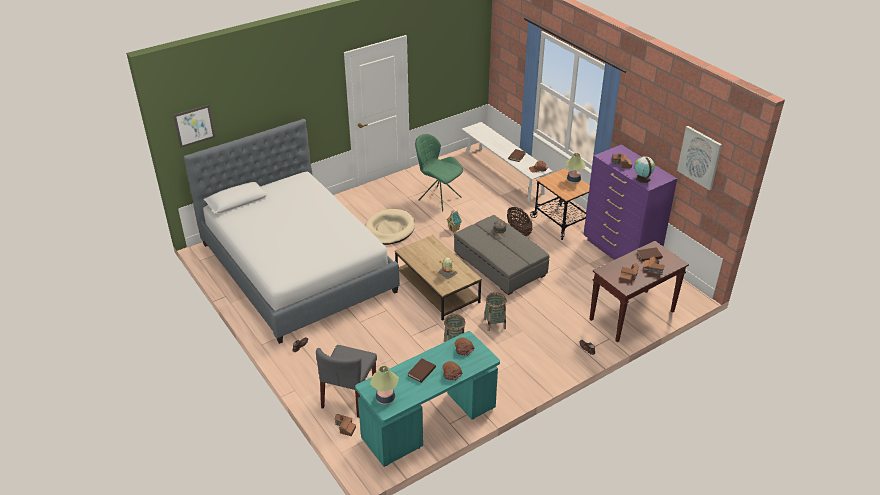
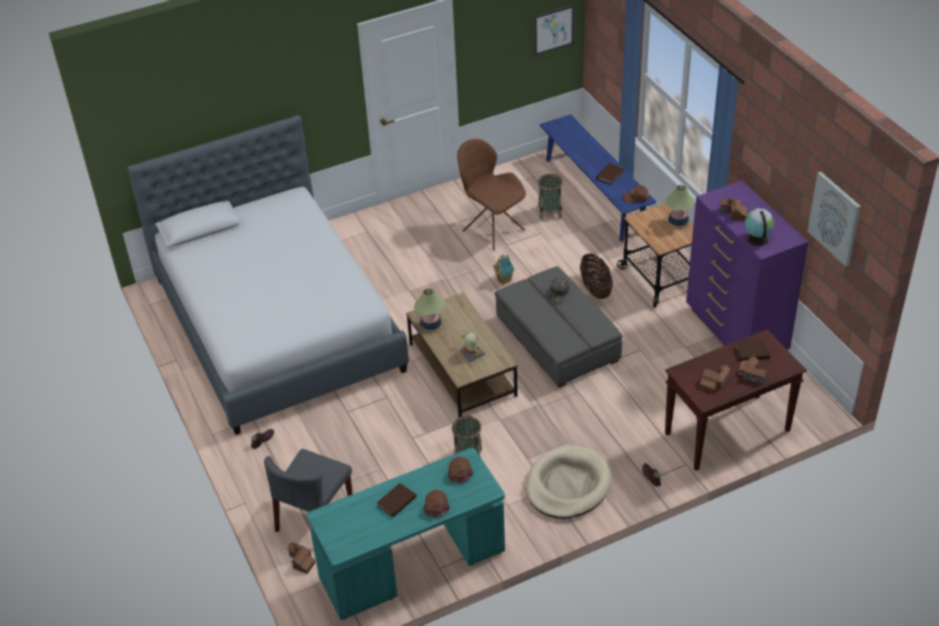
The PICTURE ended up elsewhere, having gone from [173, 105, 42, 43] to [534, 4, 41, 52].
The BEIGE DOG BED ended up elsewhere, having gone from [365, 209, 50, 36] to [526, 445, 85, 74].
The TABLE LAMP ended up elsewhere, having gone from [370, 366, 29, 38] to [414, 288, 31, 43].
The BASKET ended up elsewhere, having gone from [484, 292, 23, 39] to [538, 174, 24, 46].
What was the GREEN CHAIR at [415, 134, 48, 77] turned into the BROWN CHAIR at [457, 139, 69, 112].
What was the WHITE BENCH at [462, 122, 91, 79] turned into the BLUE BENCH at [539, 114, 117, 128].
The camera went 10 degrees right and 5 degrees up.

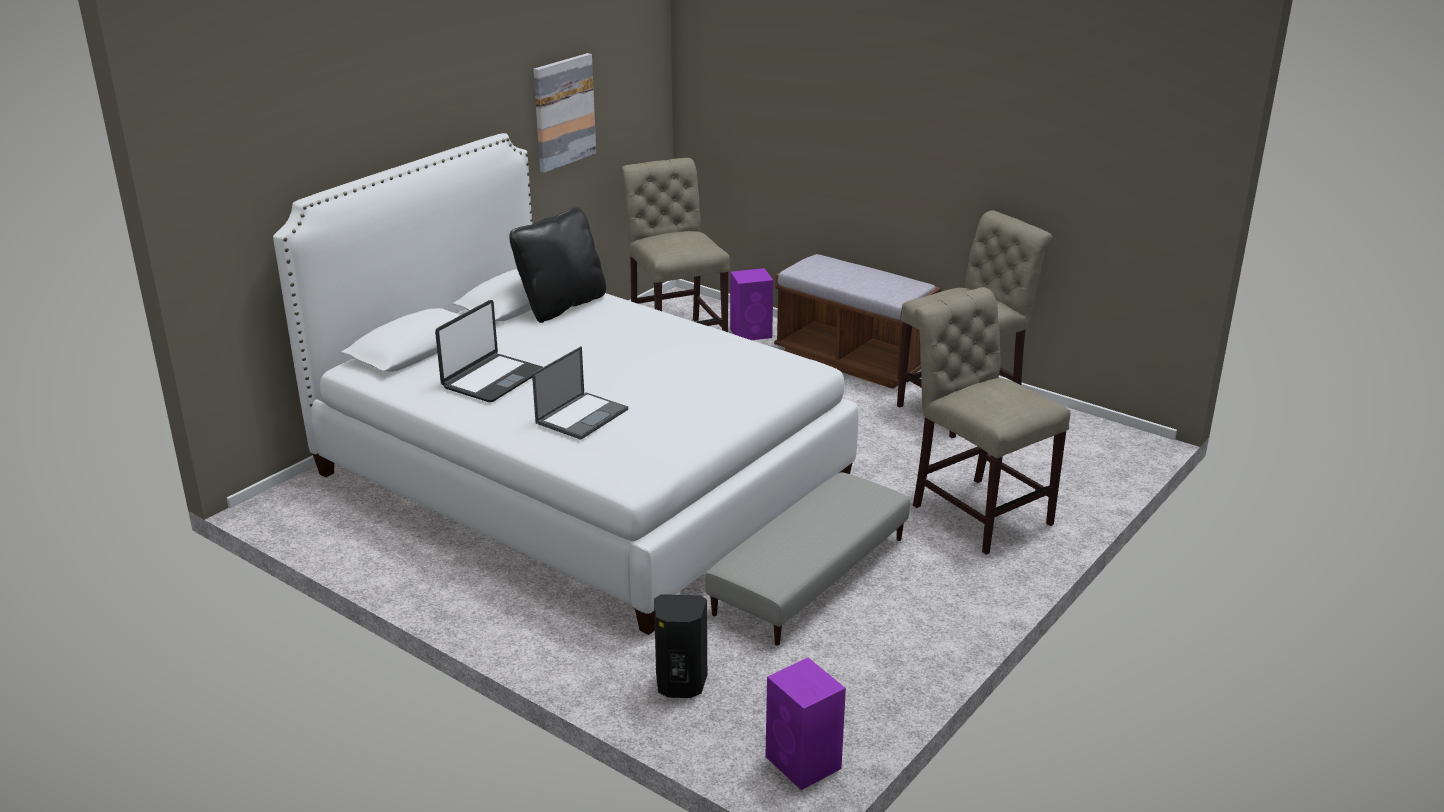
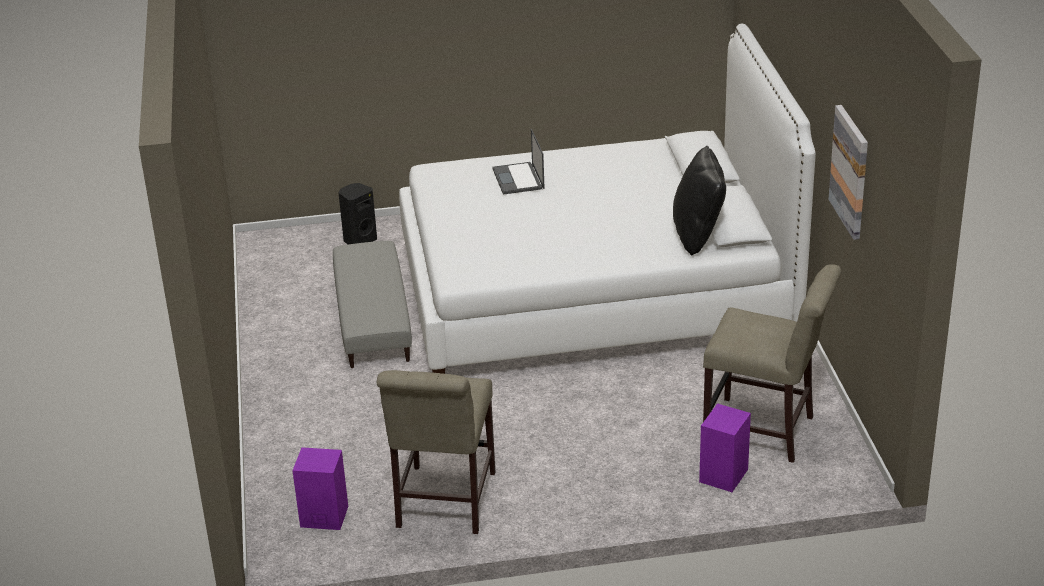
The second view lost the LAPTOP at [435, 300, 108, 102].
The second view lost the BROWN BENCH at [774, 254, 167, 135].
The second view lost the BEIGE CHAIR at [913, 287, 158, 268].
The PURPLE SPEAKER ended up elsewhere, having gone from [765, 658, 81, 132] to [292, 447, 56, 83].
The camera went 135 degrees right and 5 degrees up.

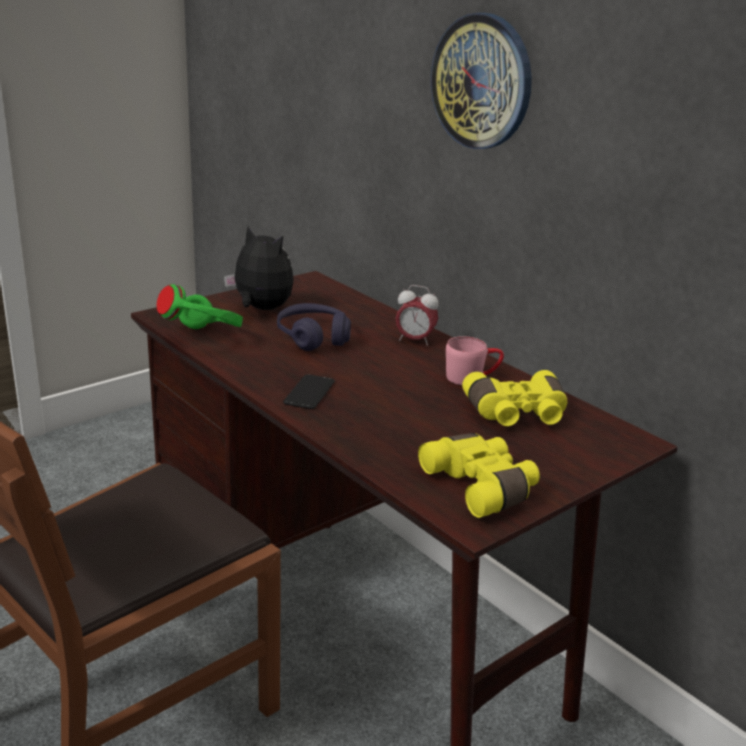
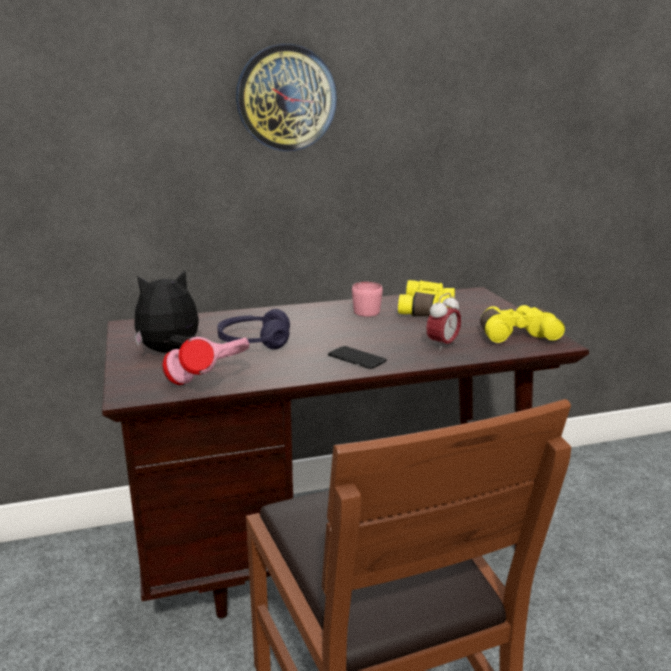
The ALARM CLOCK ended up elsewhere, having gone from [395, 285, 44, 61] to [426, 293, 35, 58].
What was the GREEN HEADPHONES at [157, 284, 86, 45] turned into the PINK HEADPHONES at [162, 337, 87, 48].
The camera went 65 degrees left and 5 degrees down.

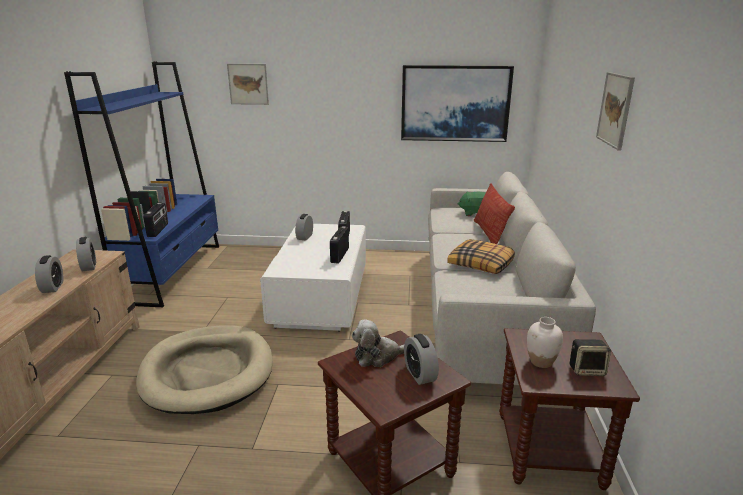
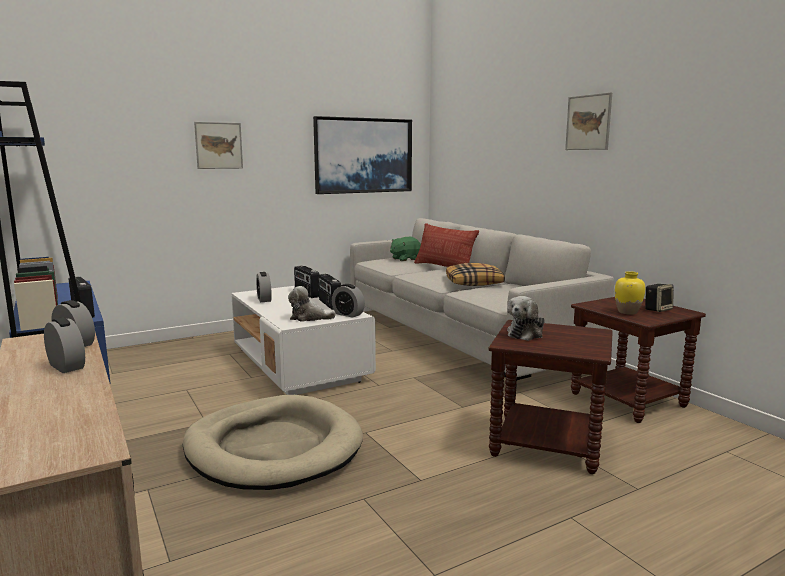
The second view gained the PLUSH TOY at [288, 286, 48, 36].
The PICTURE ended up elsewhere, having gone from [227, 64, 42, 41] to [194, 122, 49, 47].
The ALARM CLOCK ended up elsewhere, having gone from [404, 334, 35, 51] to [332, 284, 33, 34].
What was the WHITE VASE at [527, 317, 36, 51] turned into the YELLOW VASE at [615, 271, 30, 44].
The camera went 35 degrees left and 10 degrees down.

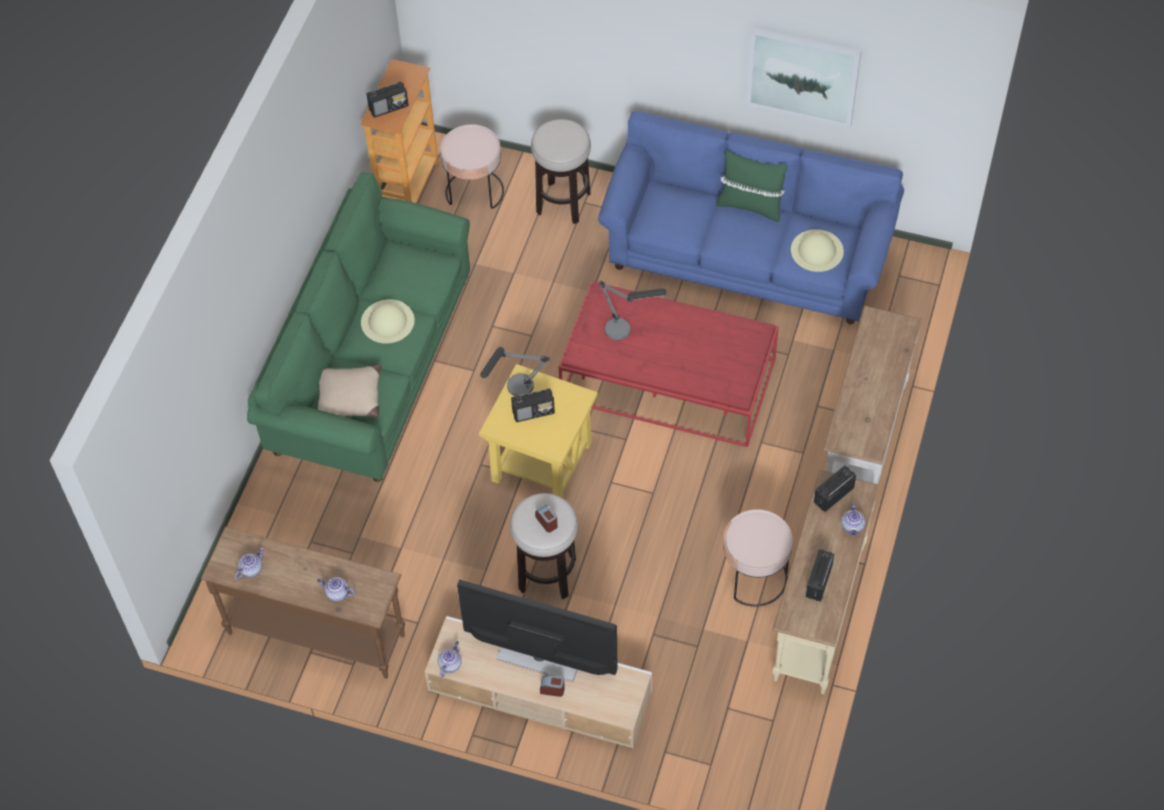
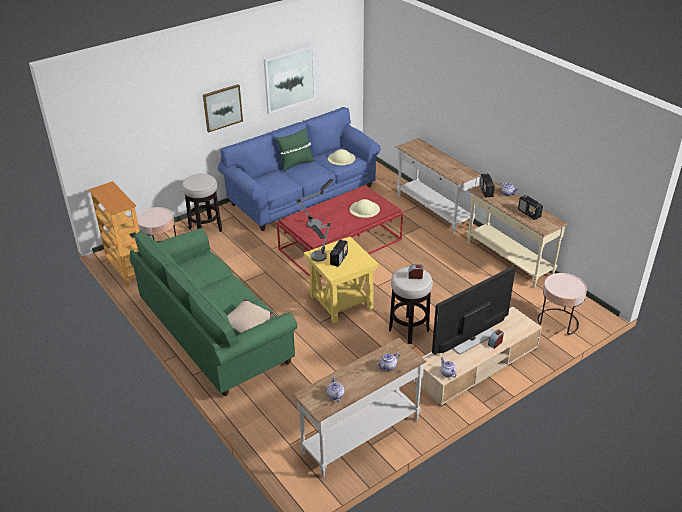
The second view lost the RADIO at [366, 82, 42, 36].
The second view gained the PICTURE at [203, 84, 40, 48].
The BEIGE HAT ended up elsewhere, having gone from [361, 299, 54, 44] to [350, 199, 30, 19].
The PINK SIDE TABLE ended up elsewhere, having gone from [723, 509, 69, 98] to [538, 273, 49, 62].
What was the BROWN CONSOLE TABLE at [201, 527, 204, 152] turned into the WHITE CONSOLE TABLE at [292, 338, 135, 139].
The camera went 55 degrees left and 20 degrees down.

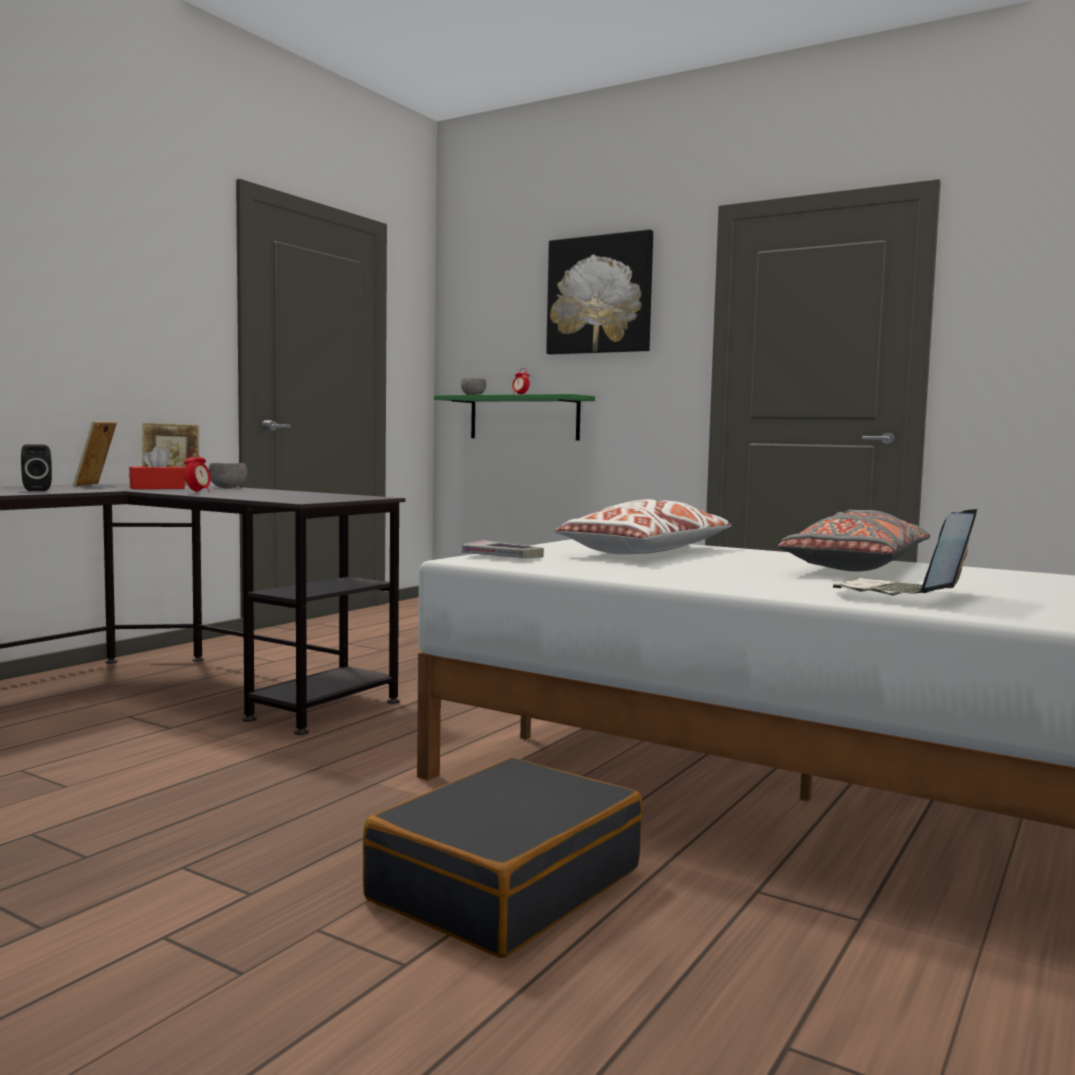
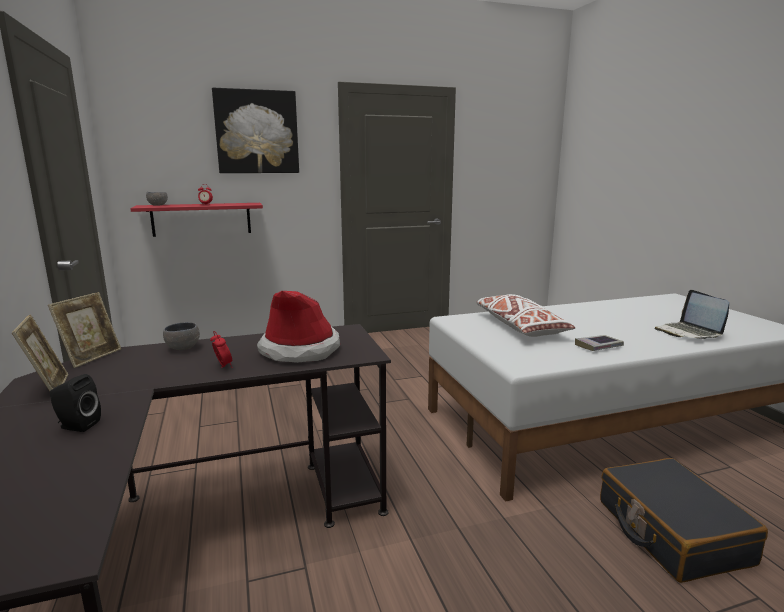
The second view lost the RED TISSUE BOX at [129, 447, 56, 42].
The second view lost the GREY PILLOW at [778, 510, 152, 61].
The second view gained the HAT at [257, 291, 83, 72].
The BOOK ended up elsewhere, having gone from [462, 540, 82, 18] to [575, 335, 49, 16].
What was the GREEN SHELF at [434, 394, 161, 46] turned into the RED SHELF at [130, 203, 133, 34].
The PICTURE FRAME at [73, 421, 44, 66] ended up facing another way, 150 degrees counterclockwise from before.
The camera went 50 degrees left and 10 degrees up.

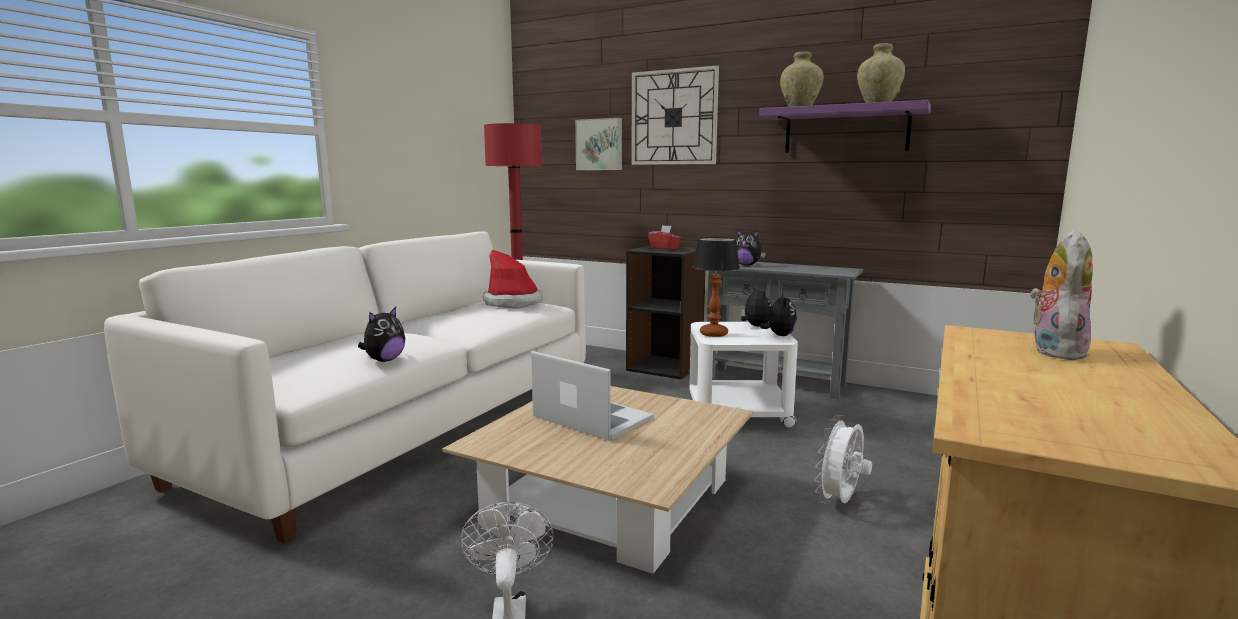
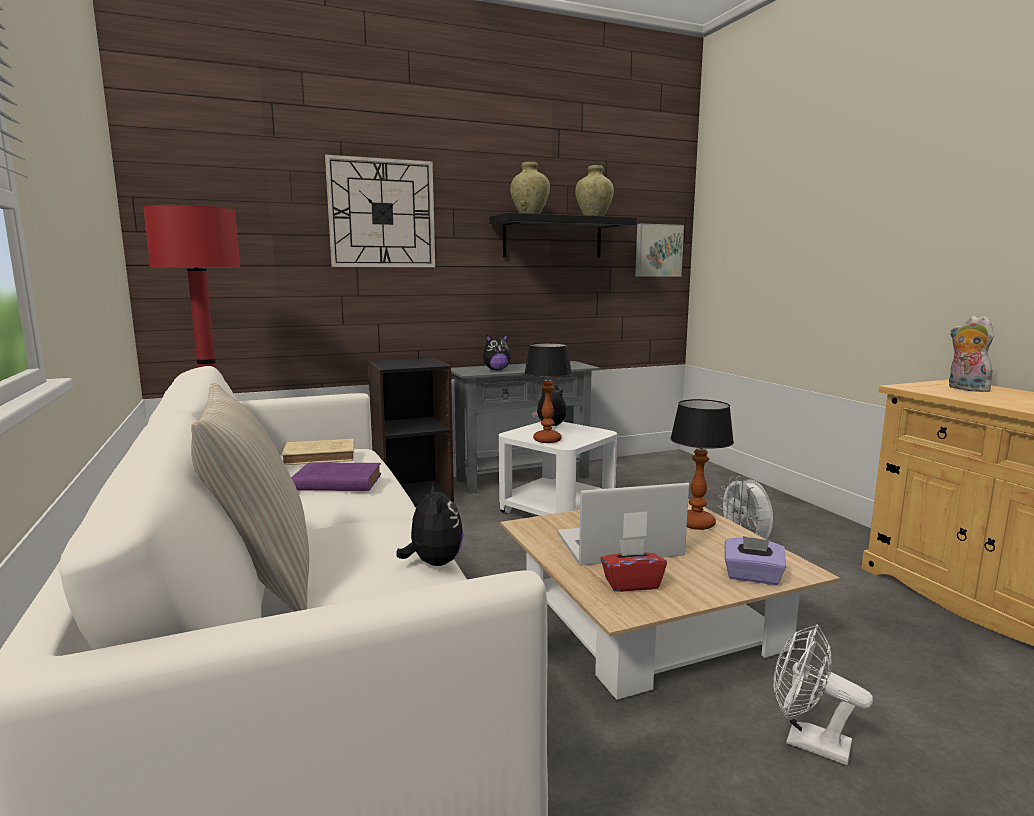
The second view lost the PLUSH TOY at [760, 294, 37, 42].
The second view gained the BEIGE PILLOW at [191, 383, 118, 229].
The second view gained the PURPLE BOOK at [291, 463, 90, 28].
The second view gained the TABLE LAMP at [670, 399, 64, 131].
The second view gained the PURPLE TISSUE BOX at [725, 536, 61, 49].
The PICTURE ended up elsewhere, having gone from [575, 118, 47, 52] to [635, 224, 49, 53].
The RED TISSUE BOX ended up elsewhere, having gone from [648, 225, 33, 25] to [600, 539, 67, 53].
Where the HAT stood at [483, 250, 60, 58], the BEIGE BOOK came to stand at [282, 439, 73, 26].
What was the PURPLE SHELF at [759, 100, 172, 53] turned into the BLACK SHELF at [489, 213, 148, 45].
The camera went 50 degrees left and 0 degrees up.

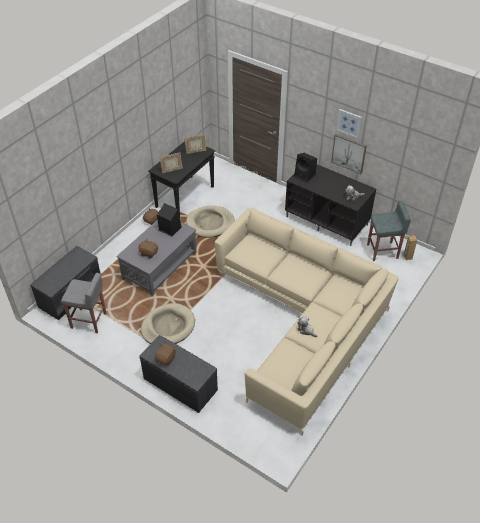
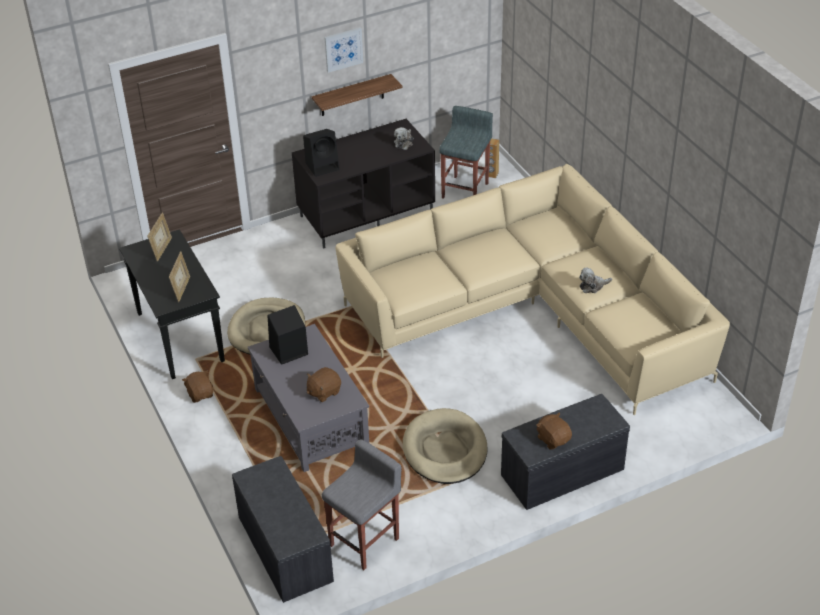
Where the PICTURE hung at [331, 134, 36, 40], the SHELF came to hang at [312, 74, 90, 42].
The camera went 60 degrees left and 5 degrees down.

